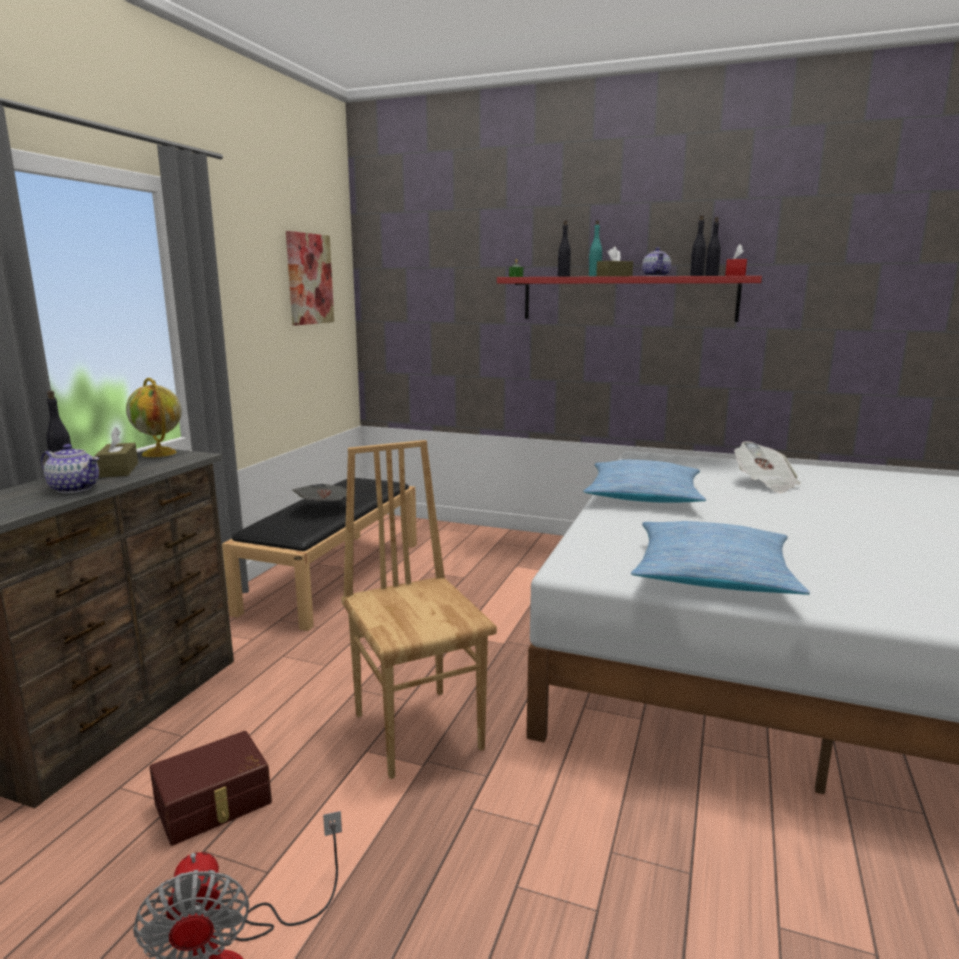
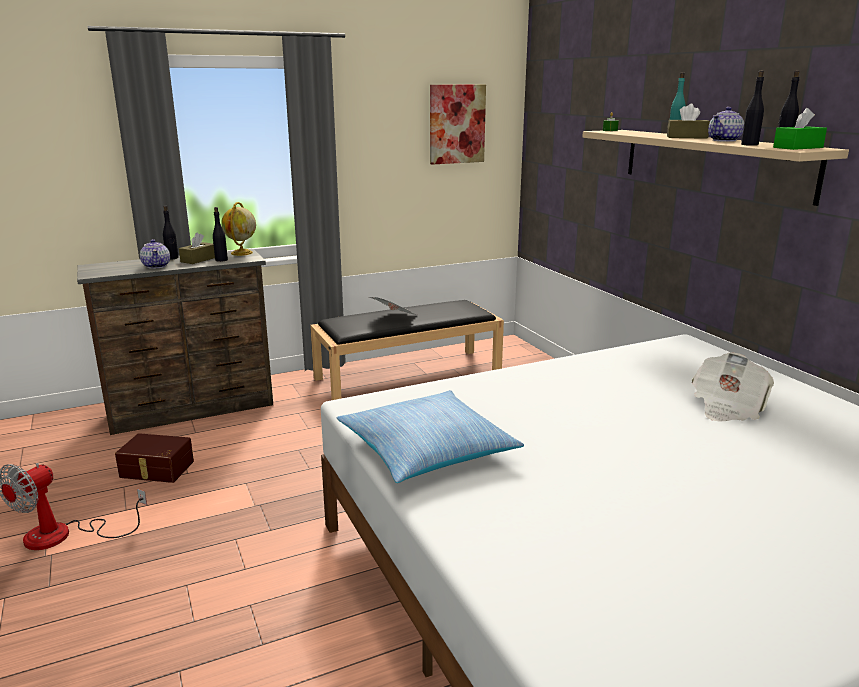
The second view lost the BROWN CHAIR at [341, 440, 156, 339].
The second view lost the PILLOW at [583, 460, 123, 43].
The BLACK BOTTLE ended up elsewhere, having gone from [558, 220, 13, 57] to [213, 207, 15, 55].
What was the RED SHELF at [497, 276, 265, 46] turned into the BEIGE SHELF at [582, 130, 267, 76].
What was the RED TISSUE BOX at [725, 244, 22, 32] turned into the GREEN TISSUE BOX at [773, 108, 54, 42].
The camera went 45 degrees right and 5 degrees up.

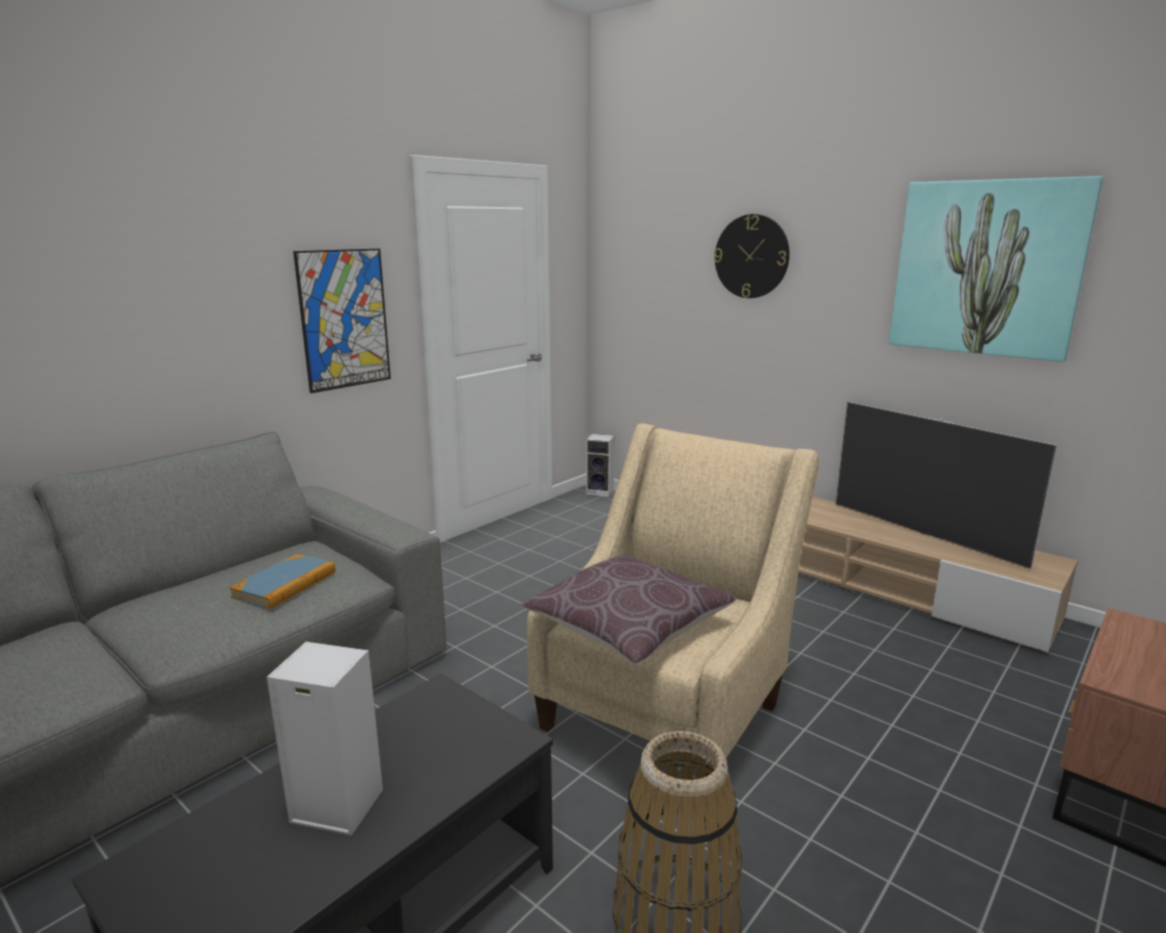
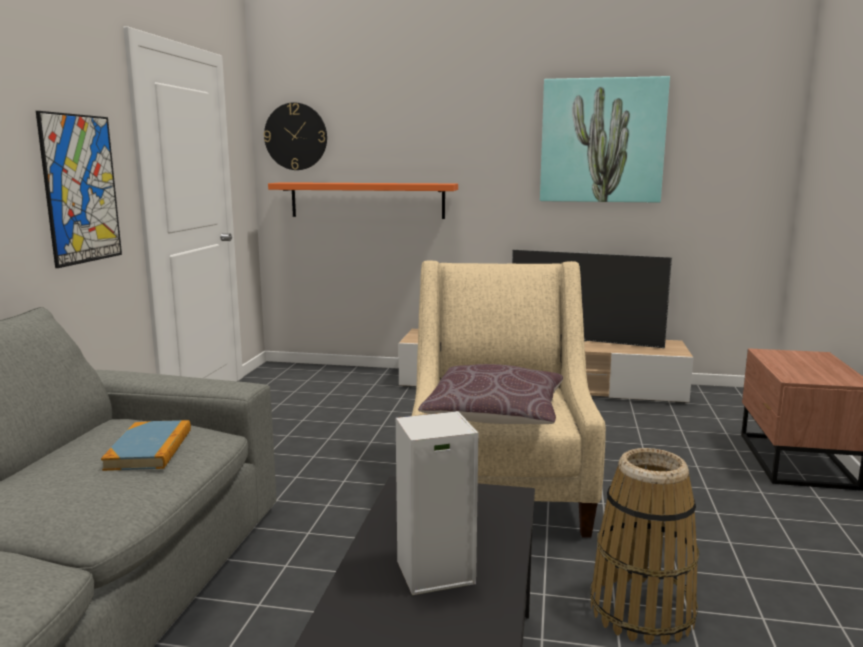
The second view lost the SPEAKER at [586, 434, 29, 63].
The second view gained the ORANGE SHELF at [268, 182, 190, 37].
The WALL CLOCK ended up elsewhere, having gone from [714, 214, 76, 84] to [264, 102, 63, 68].
The camera went 30 degrees left and 5 degrees down.

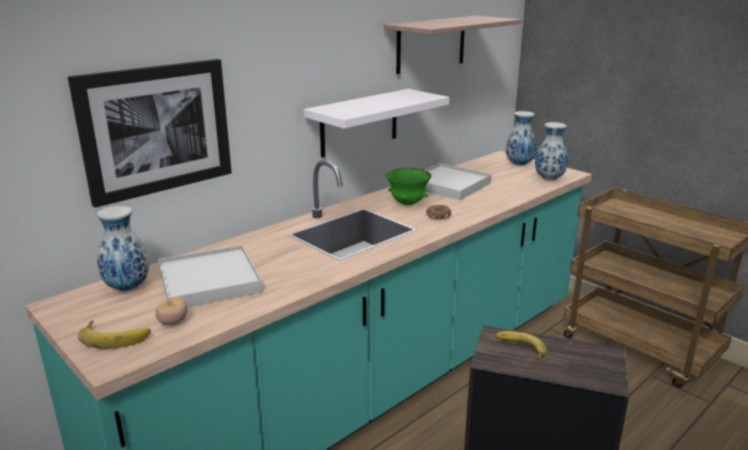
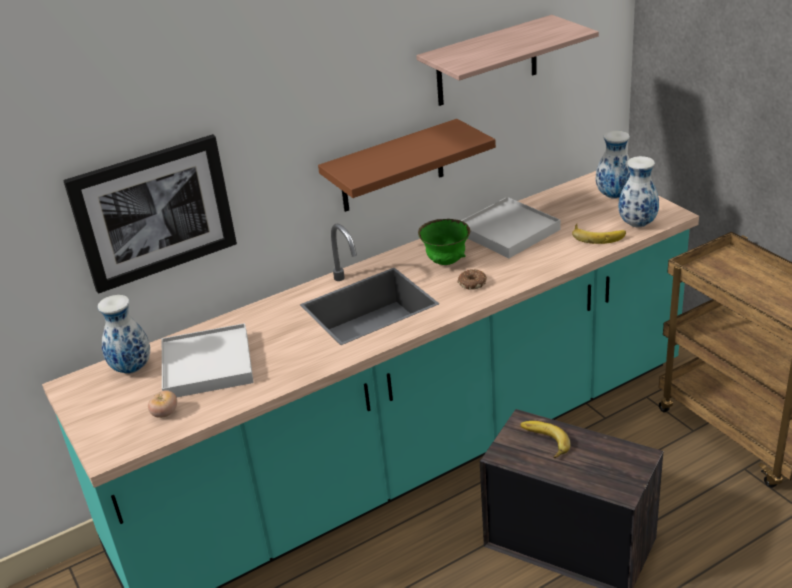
The BANANA ended up elsewhere, having gone from [78, 320, 73, 29] to [572, 224, 54, 20].
What was the WHITE SHELF at [303, 89, 146, 68] turned into the BROWN SHELF at [318, 119, 178, 93].
The camera went 15 degrees right and 10 degrees up.

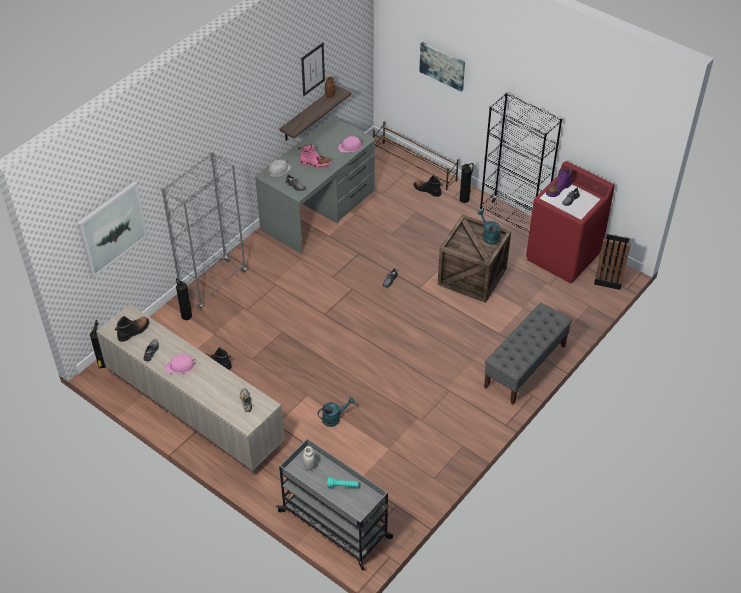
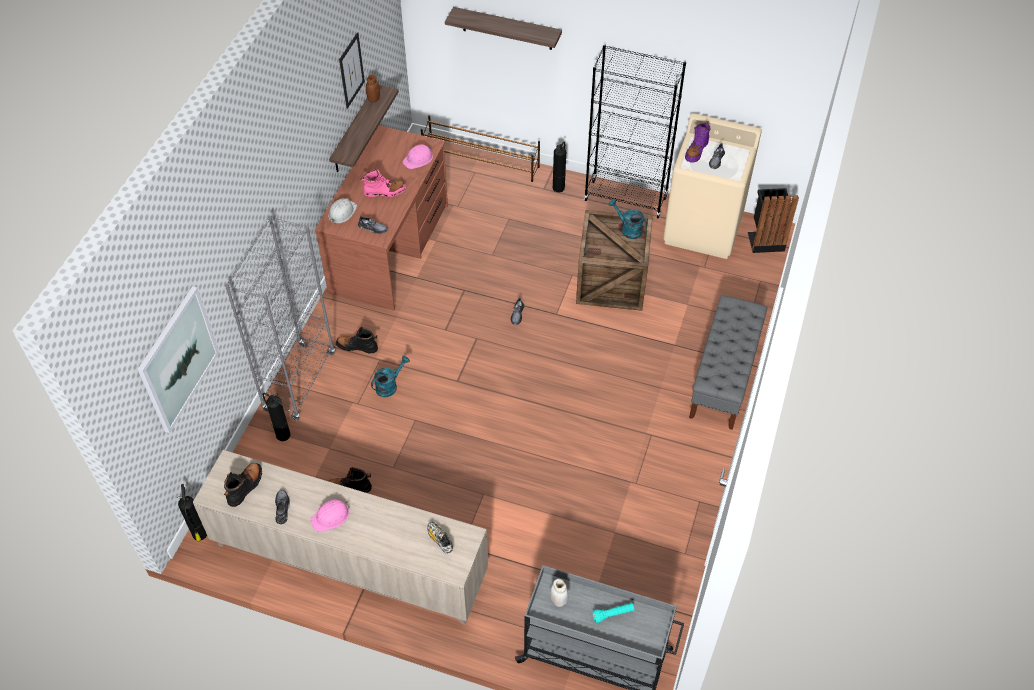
The TURQUOISE WATERING CAN ended up elsewhere, having gone from [318, 397, 37, 30] to [371, 356, 39, 41].
The BLACK BOOT ended up elsewhere, having gone from [413, 175, 30, 22] to [336, 327, 42, 26].
Where the PICTURE hung at [419, 42, 46, 50], the SHELF came to hang at [445, 7, 117, 43].
What was the GREY DESK at [255, 116, 121, 138] turned into the BROWN DESK at [315, 125, 133, 186].
What was the RED WASHING MACHINE at [526, 161, 89, 122] turned into the BEIGE WASHING MACHINE at [663, 113, 99, 146].
The camera went 20 degrees left and 5 degrees up.

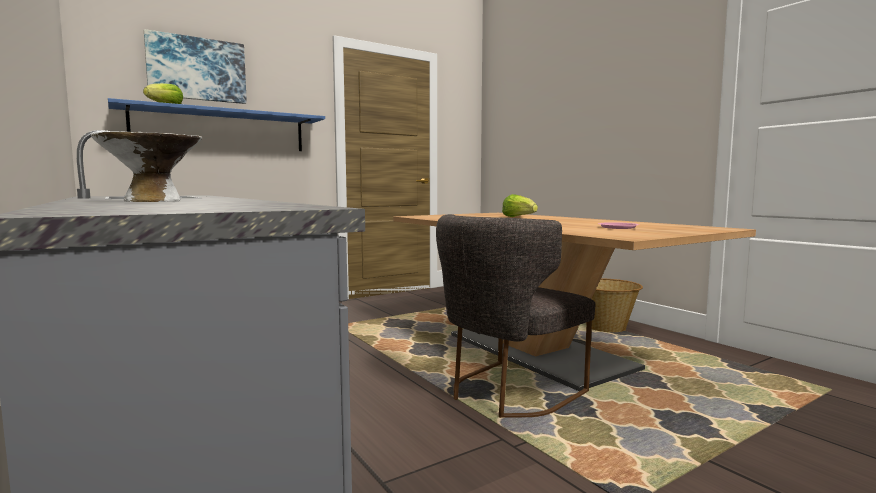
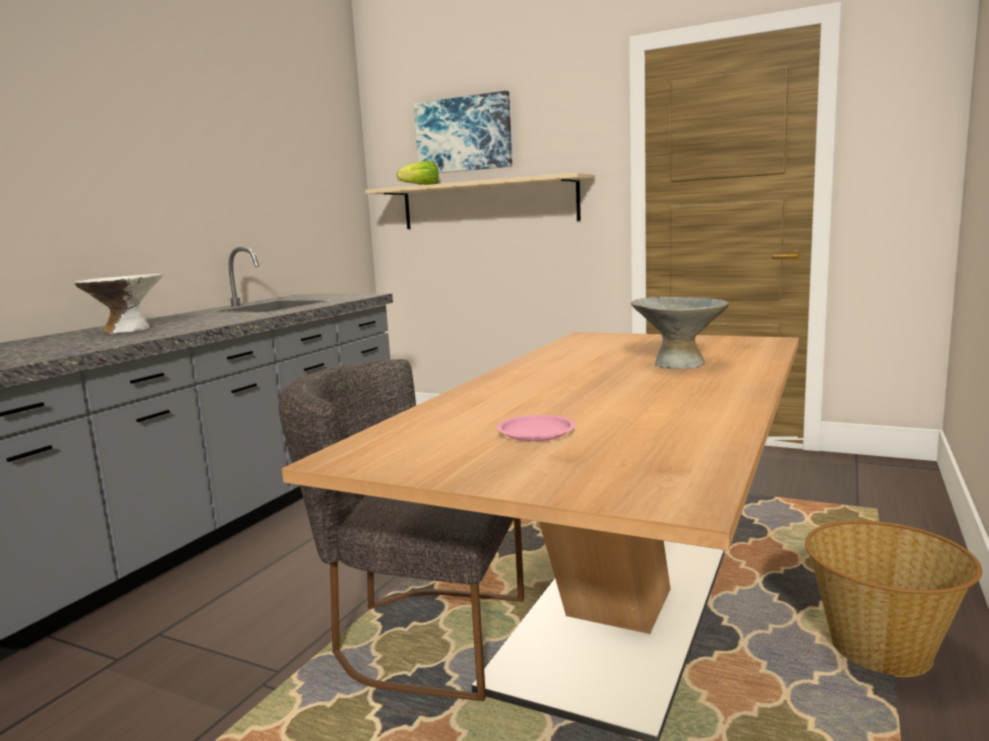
Where the LETTUCE stood at [502, 194, 36, 23], the GREY BOWL came to stand at [631, 297, 98, 72].
What was the BLUE SHELF at [108, 98, 217, 53] turned into the BEIGE SHELF at [365, 173, 230, 56].
The camera went 60 degrees right and 5 degrees up.

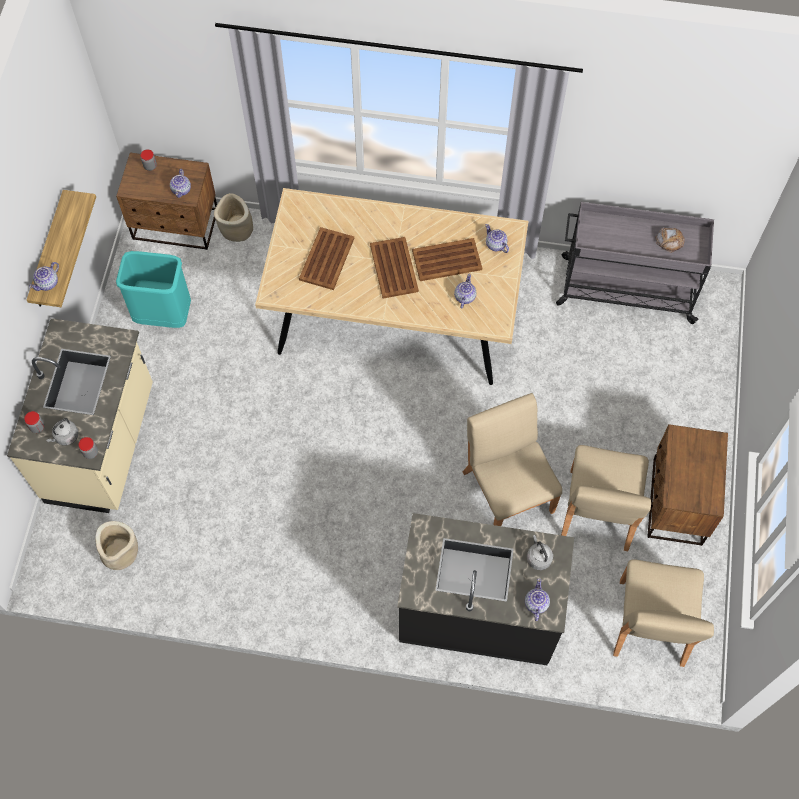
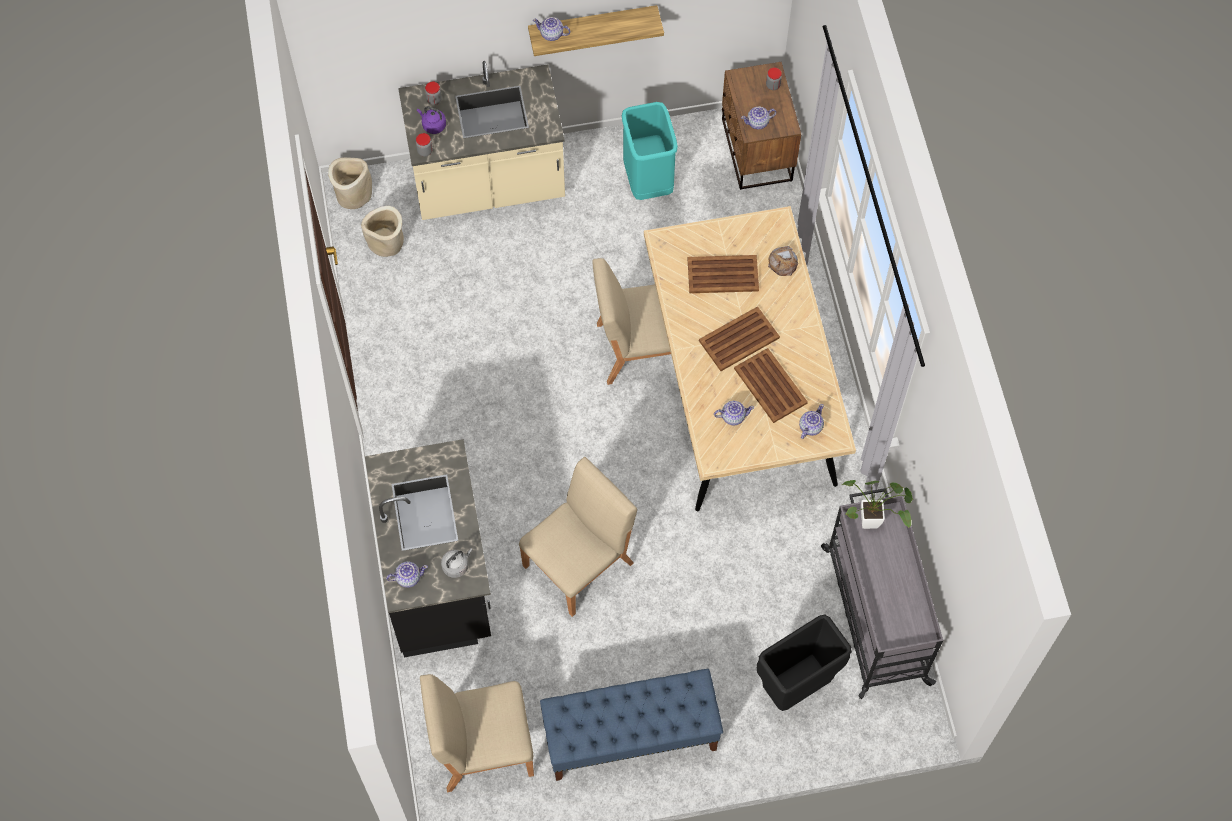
The second view gained the BLACK TRASH CAN at [757, 615, 95, 96].
The second view gained the POTTED PLANT at [842, 480, 71, 49].
The BEIGE PLANTER ended up elsewhere, having gone from [214, 193, 39, 49] to [328, 157, 44, 52].
The BEIGE CHAIR ended up elsewhere, having gone from [561, 445, 90, 106] to [592, 258, 79, 127].
The BREAD ended up elsewhere, having gone from [655, 227, 30, 26] to [768, 246, 30, 30].
Where the BROWN NIGHTSTAND stood at [647, 424, 81, 122], the BLUE BENCH came to stand at [540, 669, 183, 112].
What was the GREY KETTLE at [46, 418, 33, 27] turned into the PURPLE KETTLE at [417, 106, 29, 28].
The camera went 70 degrees right and 0 degrees up.

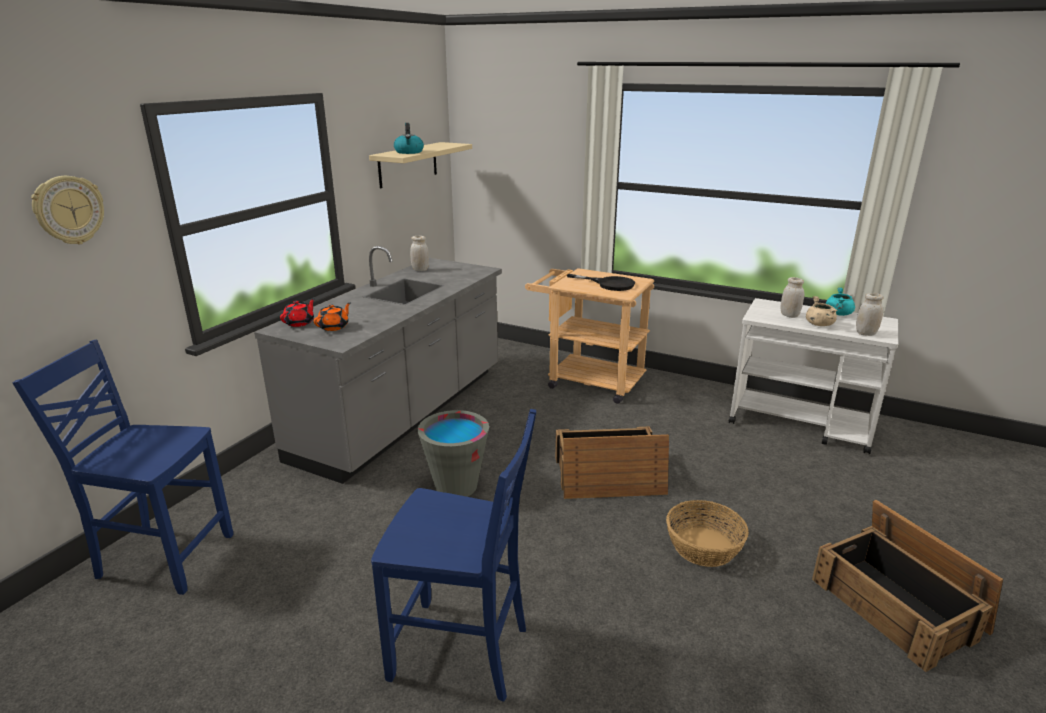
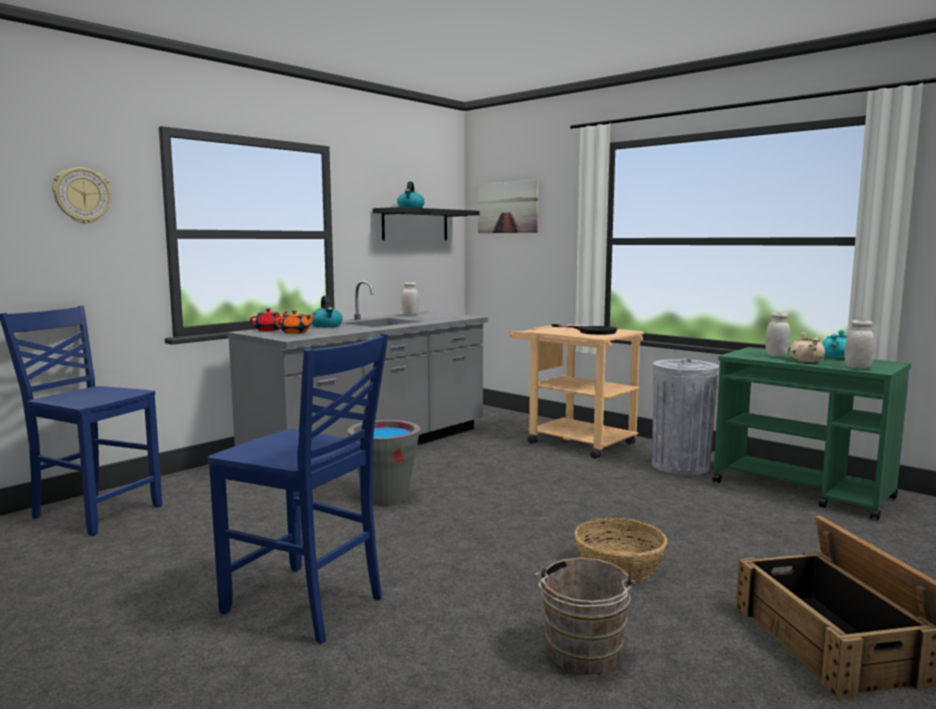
The second view lost the CRATE at [555, 427, 114, 72].
The second view gained the KETTLE at [312, 296, 30, 32].
The second view gained the PICTURE at [478, 180, 60, 53].
The second view gained the BROWN BUCKET at [534, 557, 102, 118].
The second view gained the GREY TRASH CAN at [652, 358, 67, 117].
What was the BEIGE SHELF at [369, 142, 103, 46] turned into the BLACK SHELF at [373, 207, 106, 33].
What was the WHITE CART at [729, 298, 169, 157] turned into the GREEN CART at [712, 347, 199, 173].
The camera went 15 degrees right and 15 degrees down.

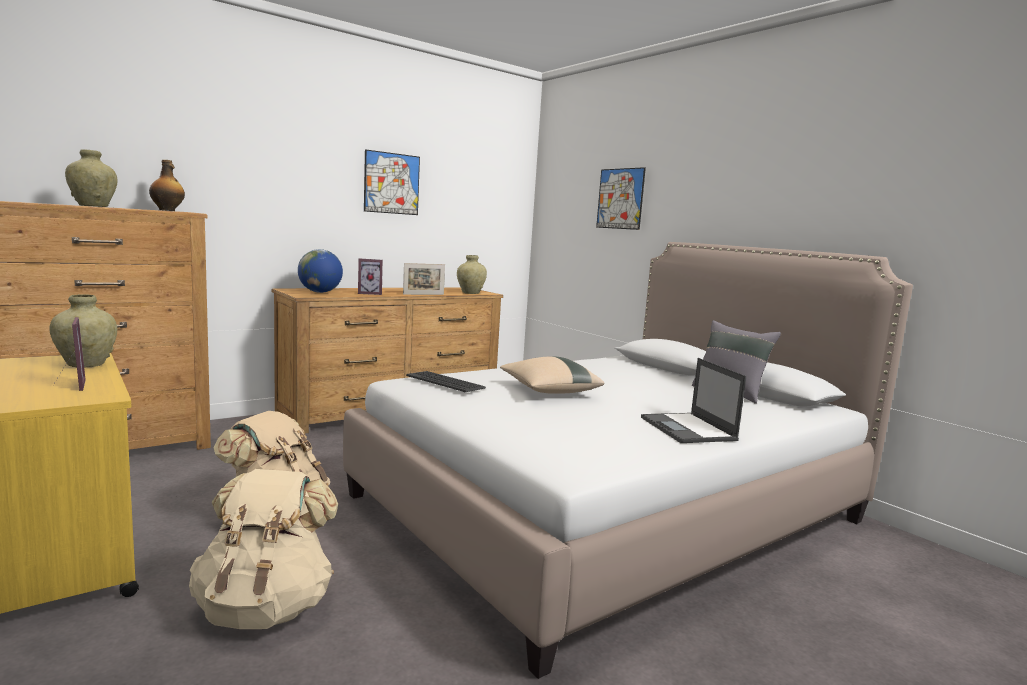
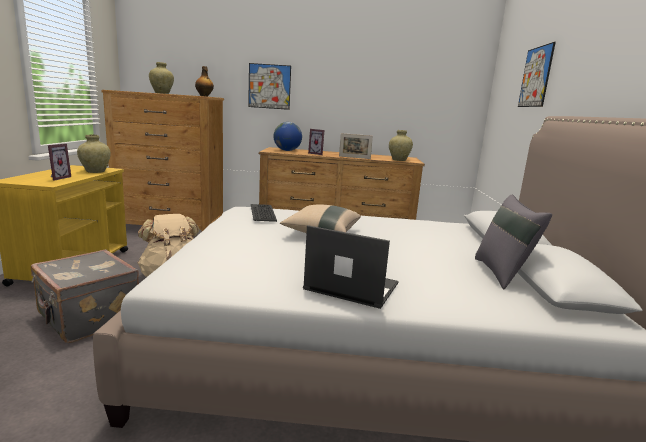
The PICTURE ended up elsewhere, having gone from [364, 149, 56, 66] to [248, 63, 43, 47].
Where the BEIGE BACKPACK stood at [189, 469, 149, 160], the GREY SUITCASE came to stand at [31, 250, 108, 93].
The LAPTOP at [641, 358, 105, 85] ended up facing another way, 90 degrees clockwise from before.
The camera went 40 degrees right and 5 degrees up.

